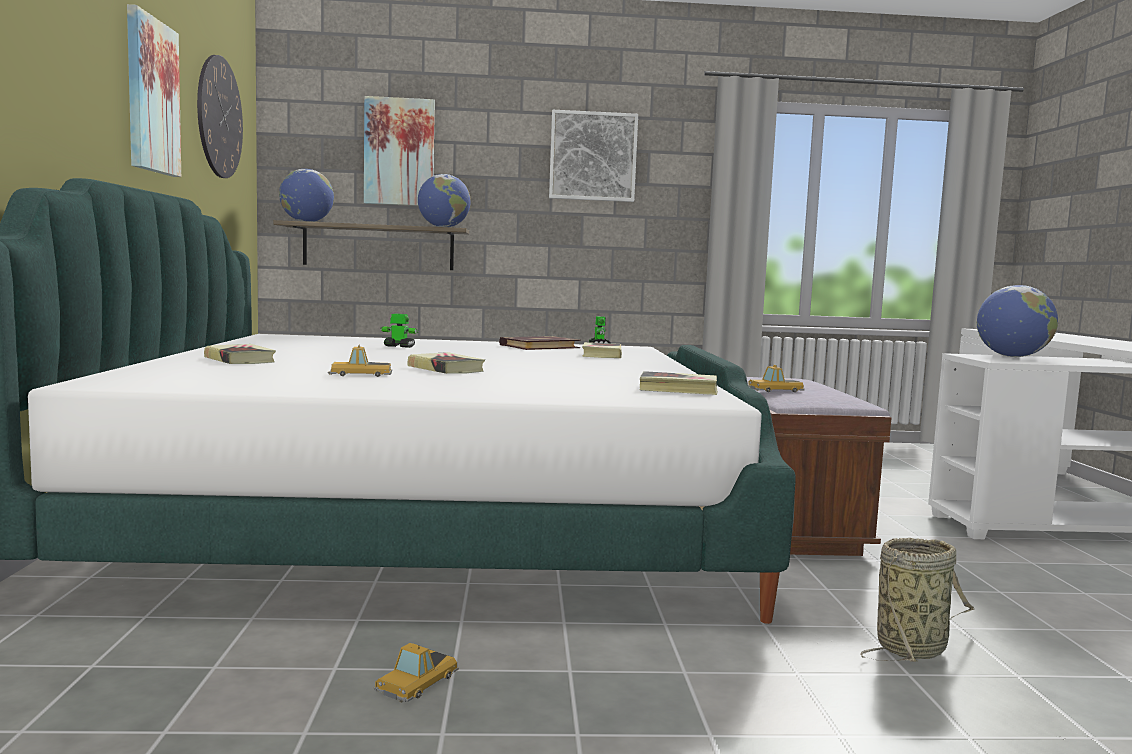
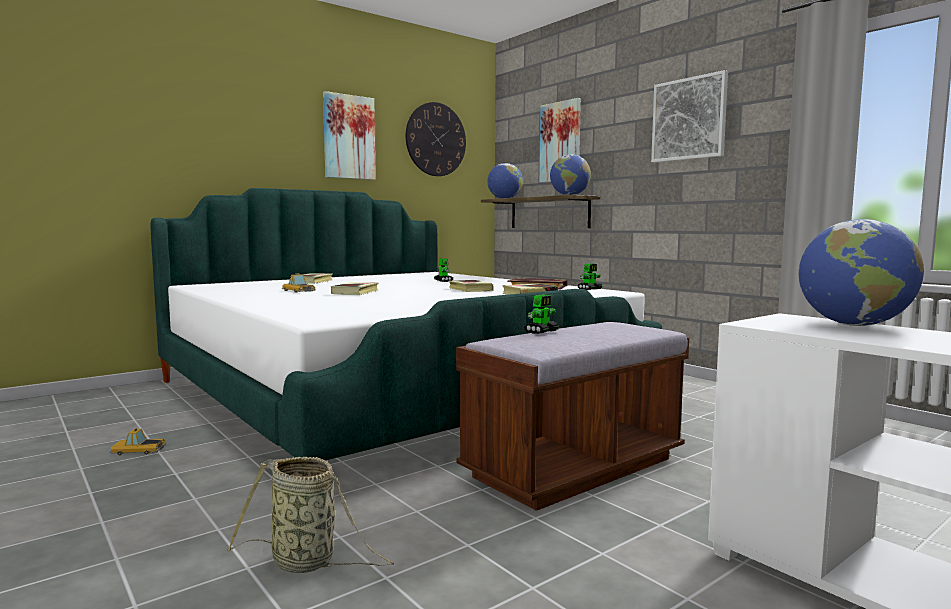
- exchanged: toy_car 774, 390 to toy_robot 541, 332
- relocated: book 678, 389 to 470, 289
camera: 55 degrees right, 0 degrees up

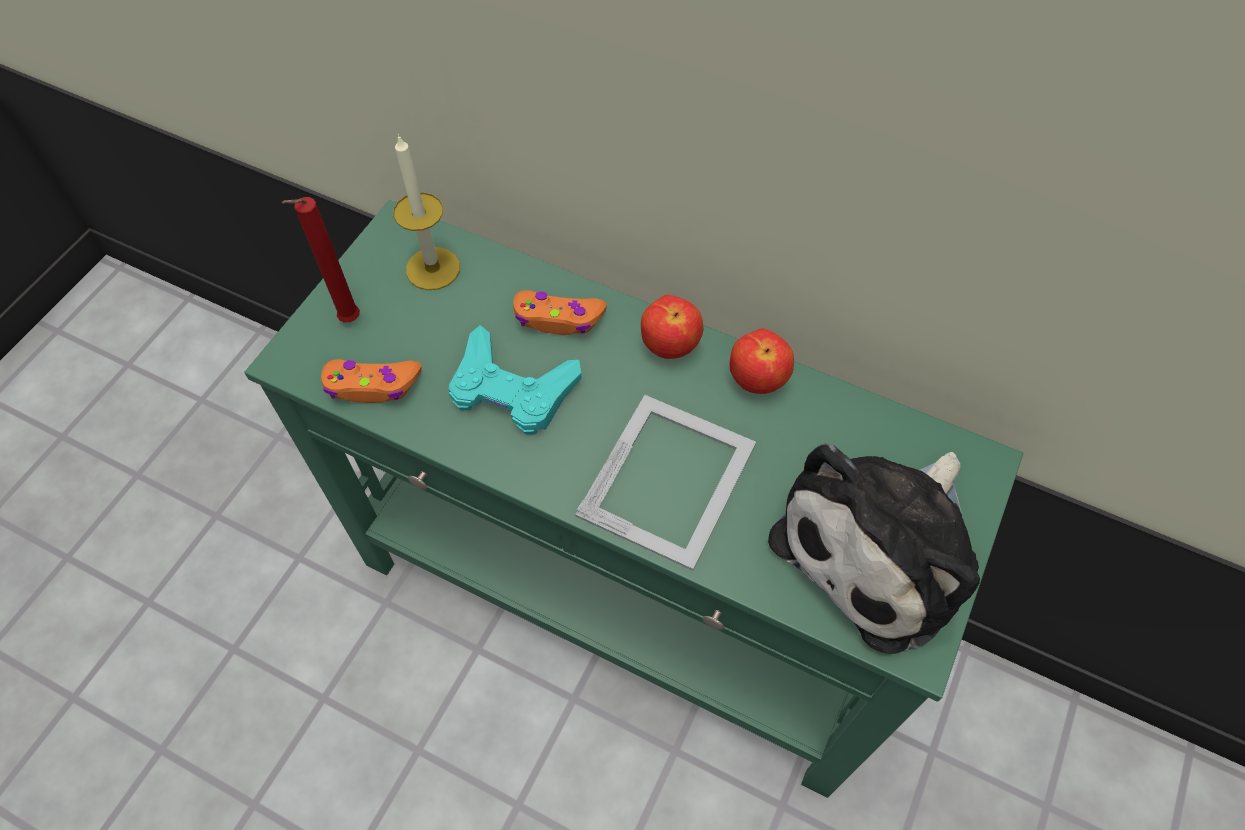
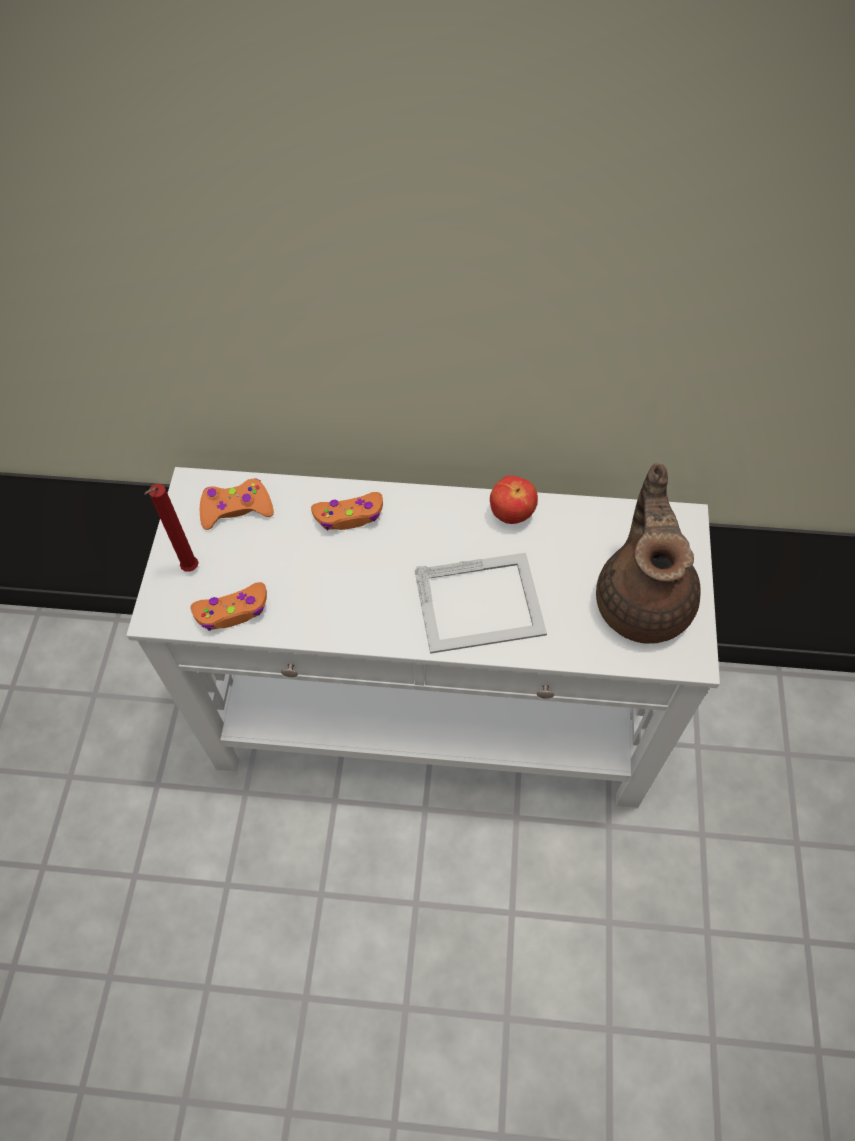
- exchanged: candle 433, 268 to orange_game_controller 236, 509
- colour: green_console_table 625, 599 to white_console_table 433, 720
- missing: apple 670, 347
- missing: turquoise_game_controller 512, 389
- spun: picture_frame 670, 478 = 481, 603 75 degrees clockwise
- exchanged: plush_toy 883, 547 to brown_teapot 643, 599
camera: 20 degrees left, 0 degrees up

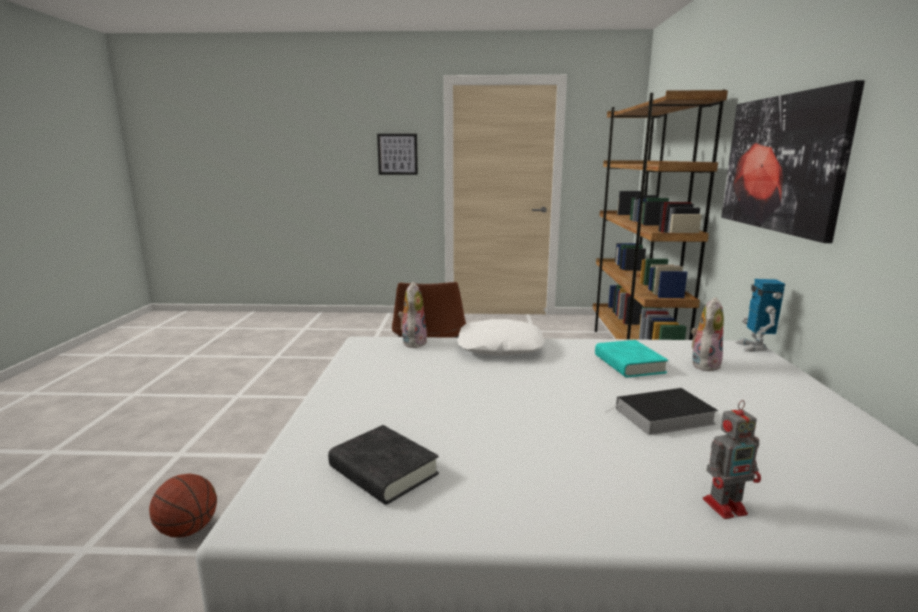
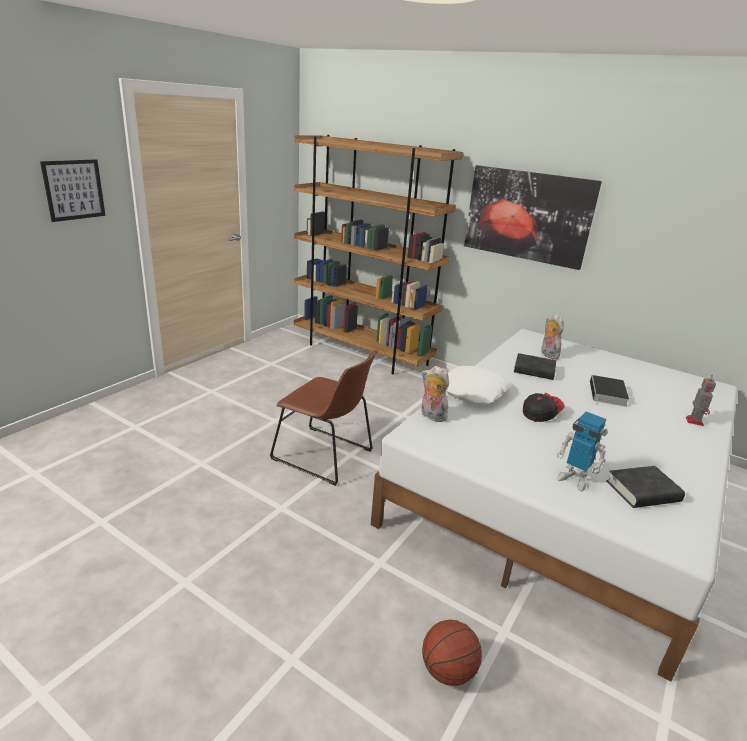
- relocated: toy_robot 754, 347 to 574, 479
- colour: turquoise_book 629, 364 to black_book 534, 370
- appeared: cap 540, 414
camera: 60 degrees left, 10 degrees up

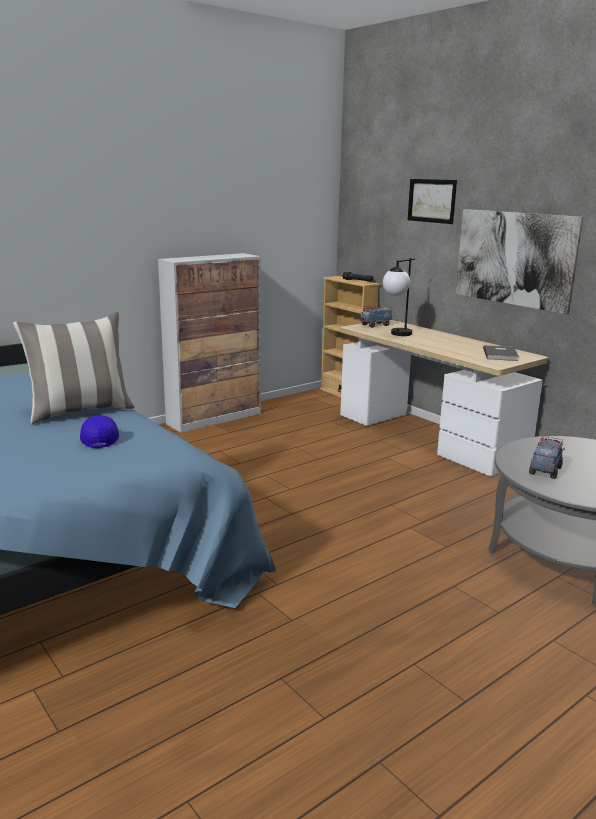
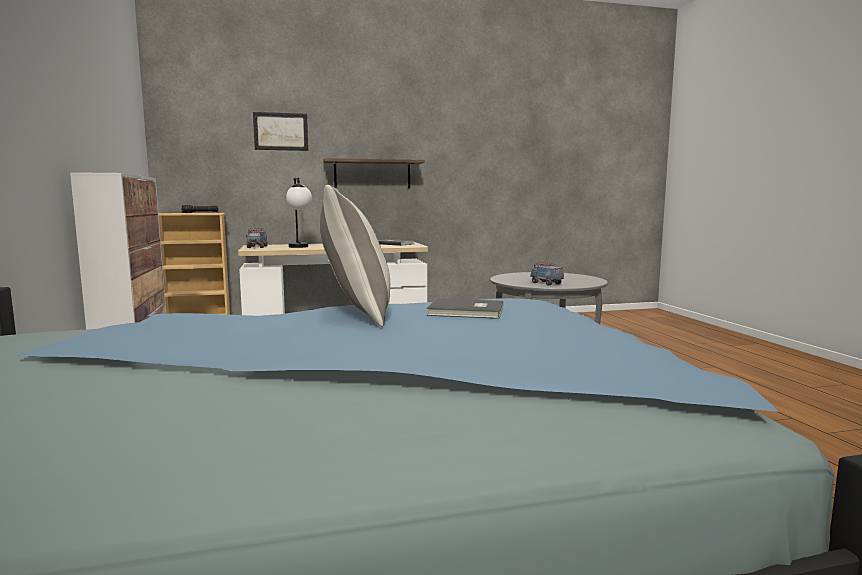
- exchanged: picture 514, 258 to shelf 372, 174
- exchanged: blue_cap 100, 439 to grey_book 467, 312
camera: 65 degrees left, 10 degrees down

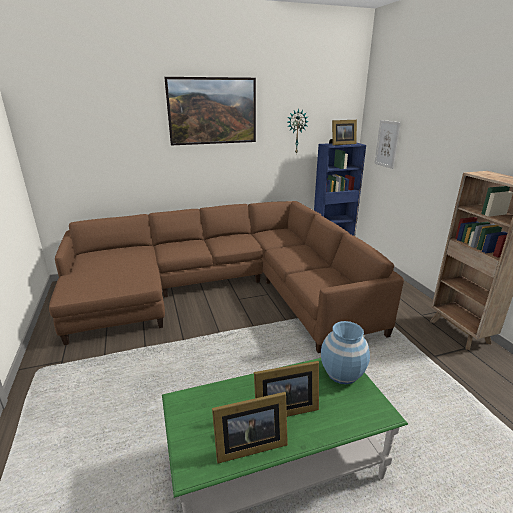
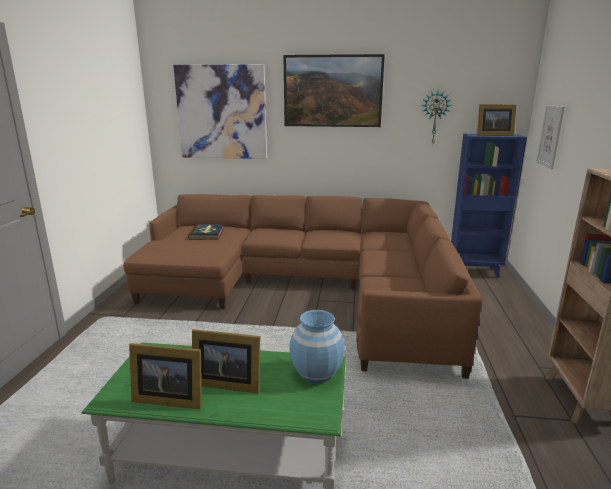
- appeared: picture 222, 112
- appeared: book 207, 234
camera: 25 degrees right, 5 degrees down

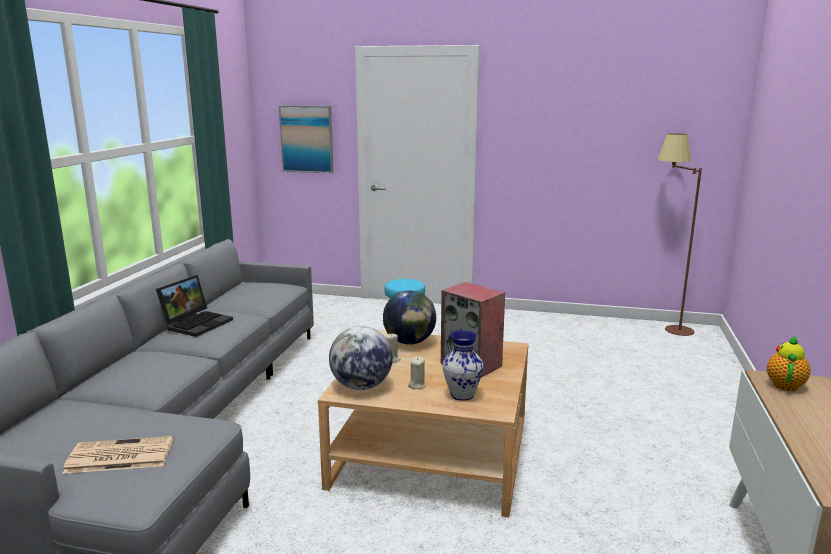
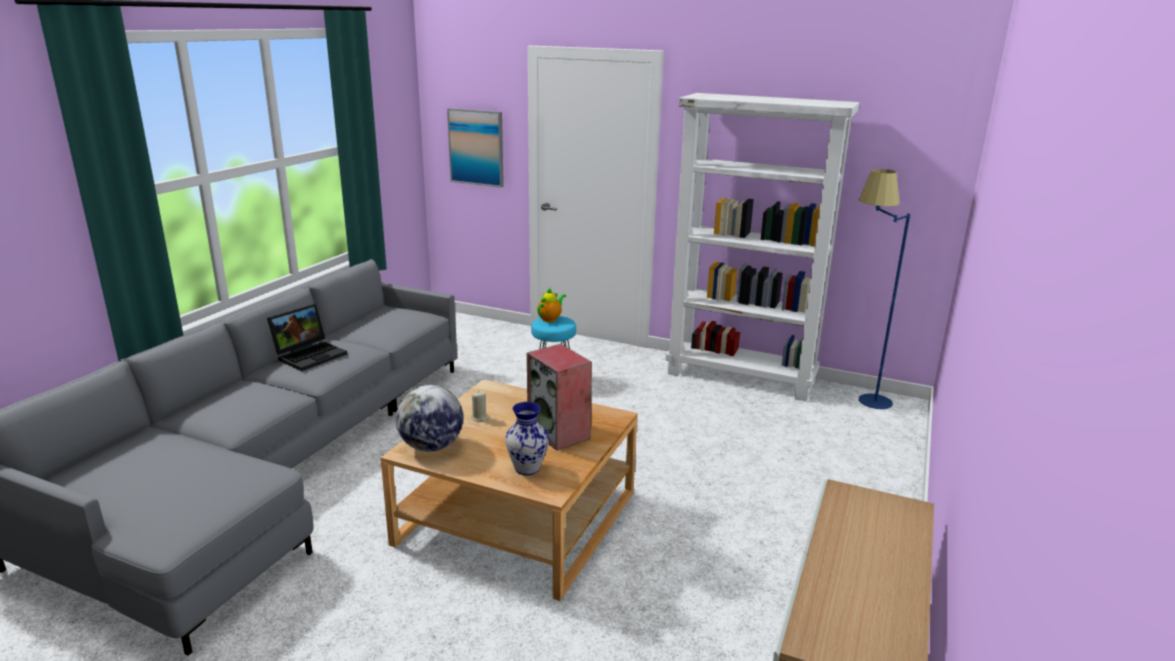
- colour: brown_floor_lamp 666, 329 to blue_floor_lamp 859, 398
- missing: globe 409, 342
- relocated: teapot 785, 384 to 550, 319
- missing: beige_candle 417, 385
- missing: newspaper 118, 456
- appeared: white_bookcase 741, 378
camera: 10 degrees right, 5 degrees up

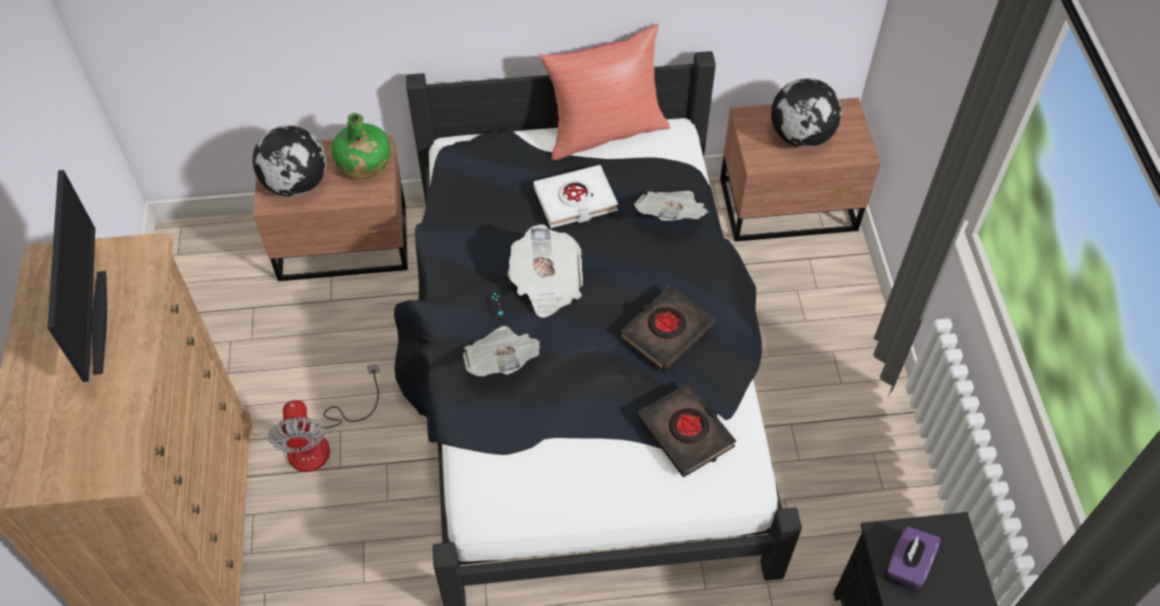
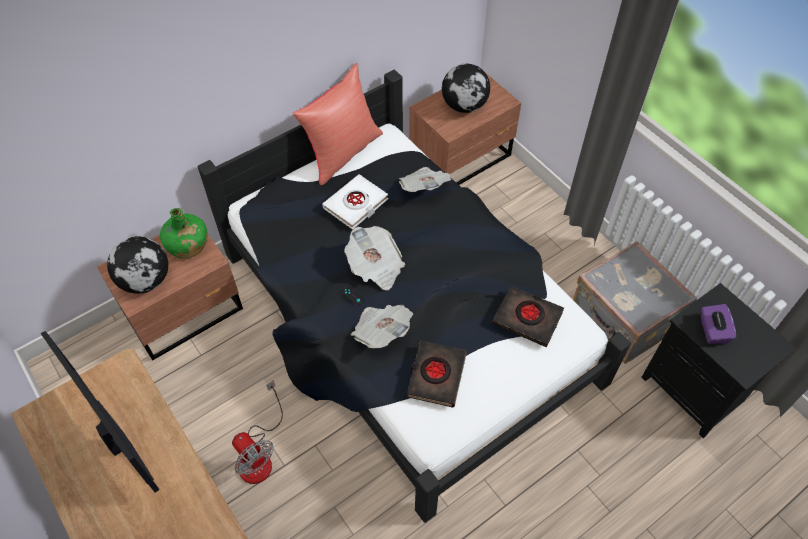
- relocated: black_book 666, 331 to 436, 375
- appeared: grey_suitcase 622, 320
camera: 30 degrees left, 0 degrees up

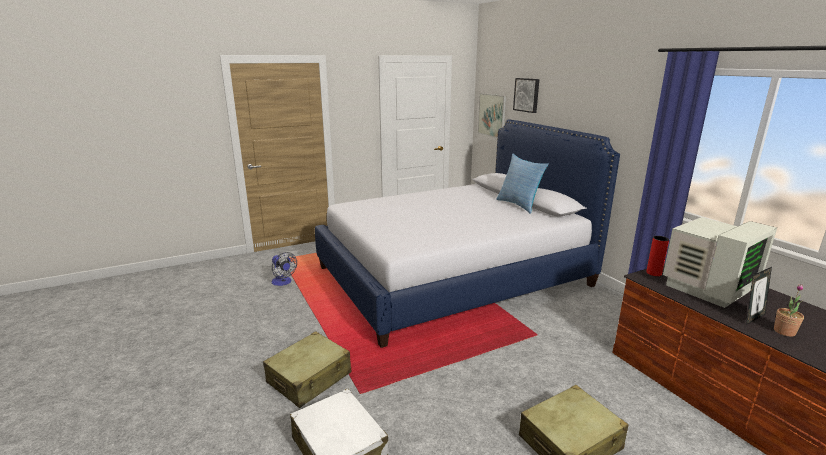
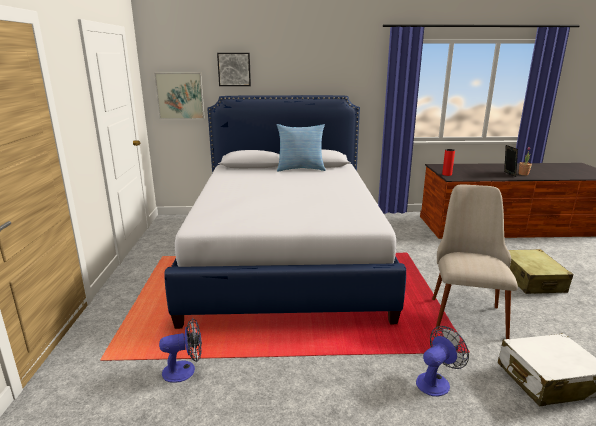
- missing: monitor 706, 288
- exchanged: beige_suitcase 309, 378 to fan 436, 381
- appeared: beige_chair 465, 310
camera: 65 degrees left, 0 degrees up

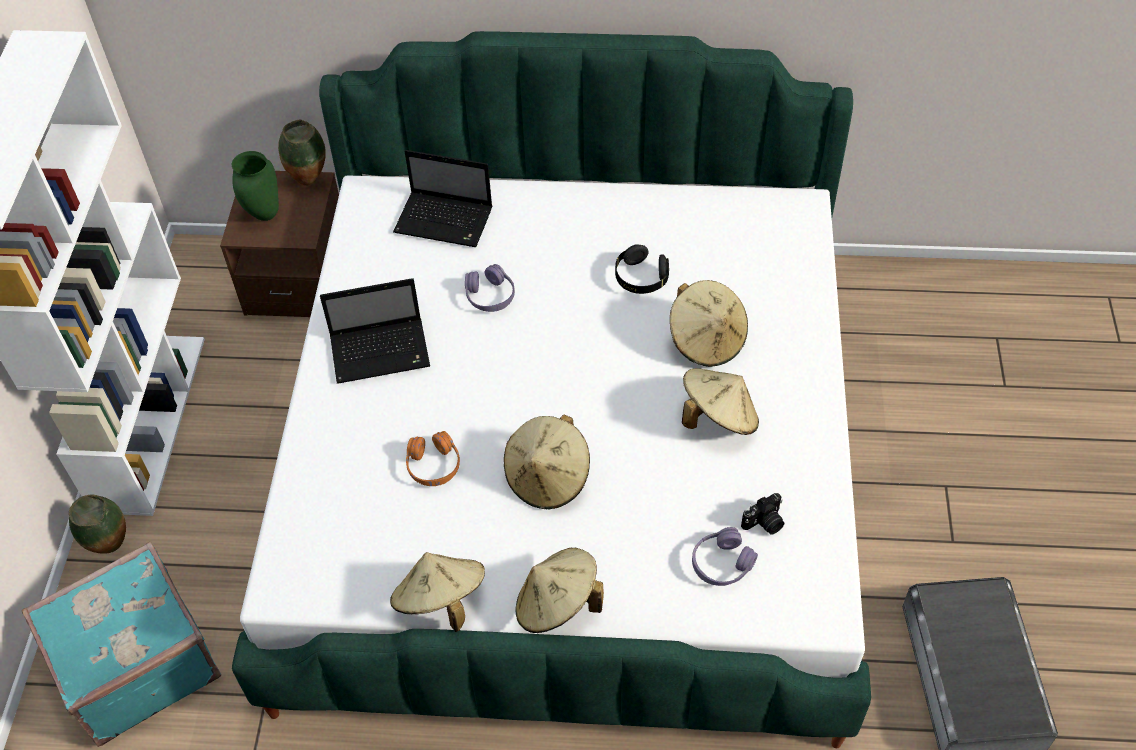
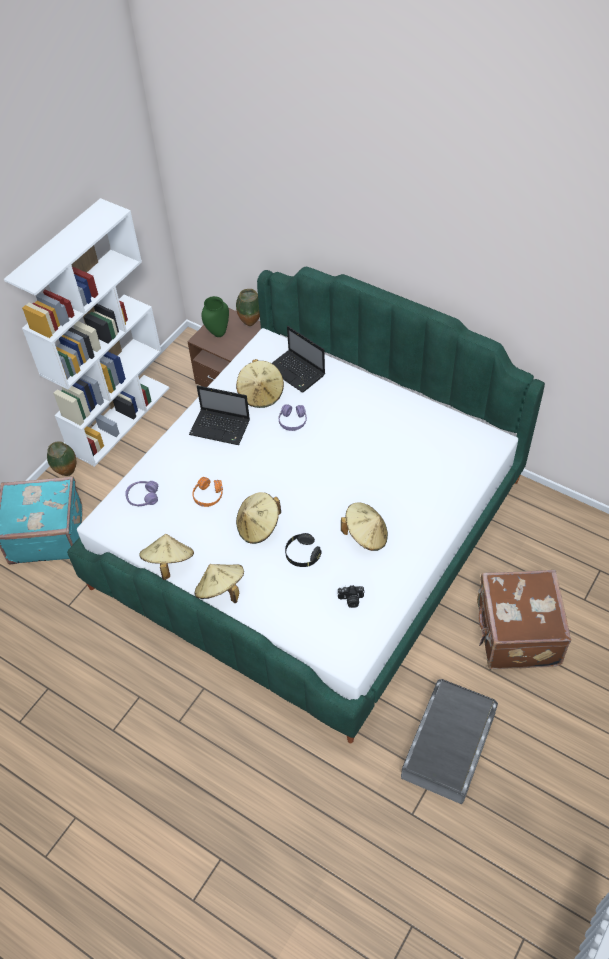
- relocated: black_headphones 641, 278 to 302, 555
- relocated: beige_hat 707, 340 to 261, 394
- relocated: purple_headphones 721, 564 to 143, 497
- appeared: brown_suitcase 515, 634
camera: 30 degrees right, 0 degrees up

